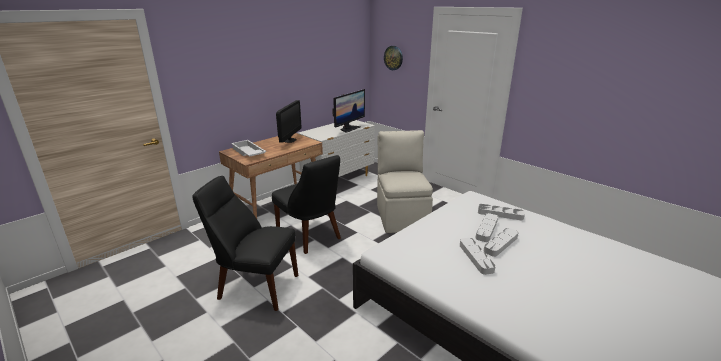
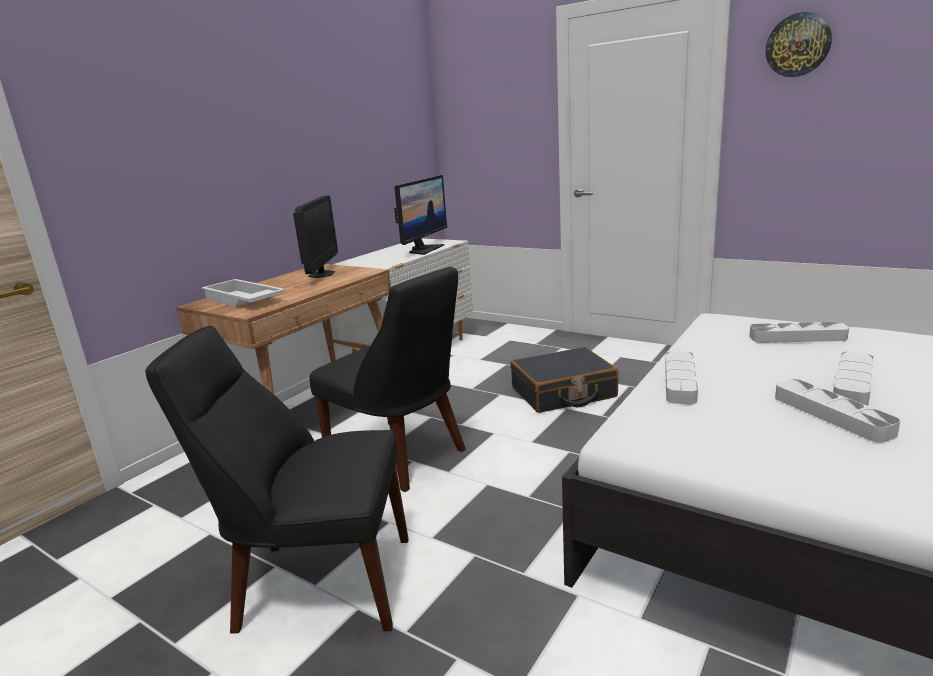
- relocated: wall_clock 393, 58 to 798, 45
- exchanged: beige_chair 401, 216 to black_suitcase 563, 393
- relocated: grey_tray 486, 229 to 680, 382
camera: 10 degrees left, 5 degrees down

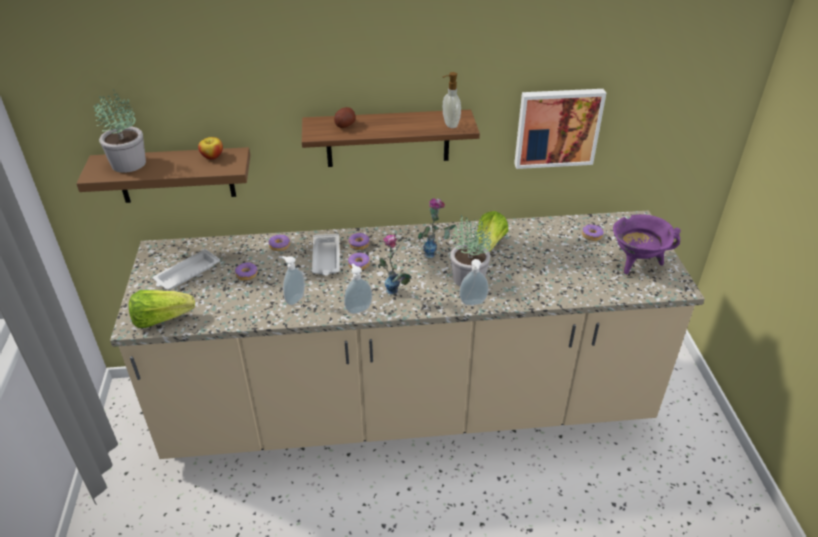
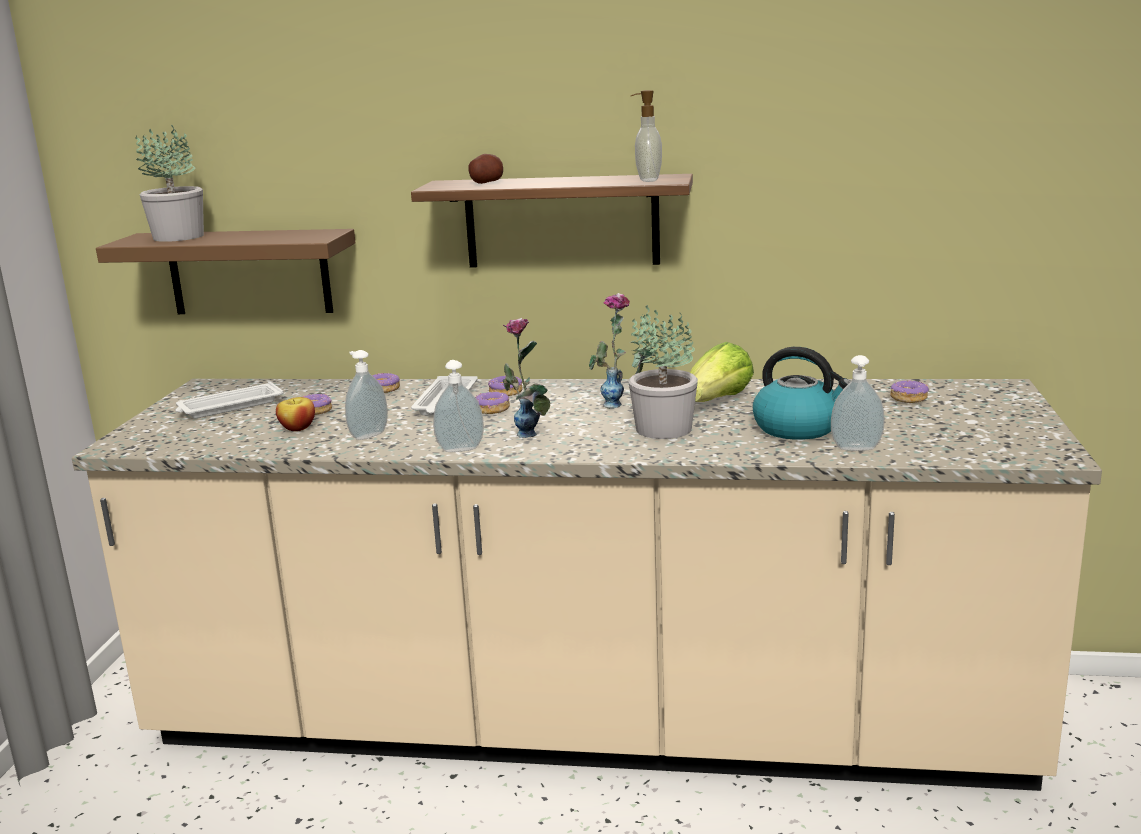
- missing: picture 557, 127
- relocated: apple 212, 156 to 298, 428
- missing: purple_cooking_pot 636, 263
- relocated: soap_dispenser 473, 303 to 856, 449
- missing: lettuce 161, 319
- appeared: kettle 798, 428
camera: 15 degrees right, 20 degrees down

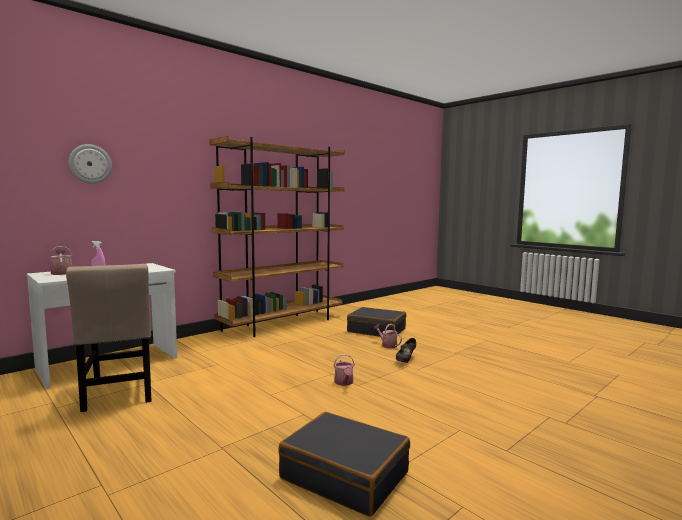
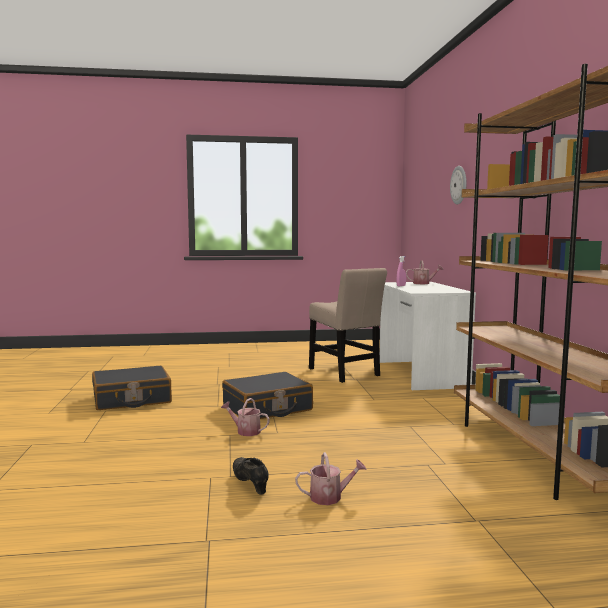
- spun: beige_chair 119, 393 = 345, 373 135 degrees counterclockwise
- relocated: black_suitcase 376, 330 to 267, 408
camera: 125 degrees right, 0 degrees up

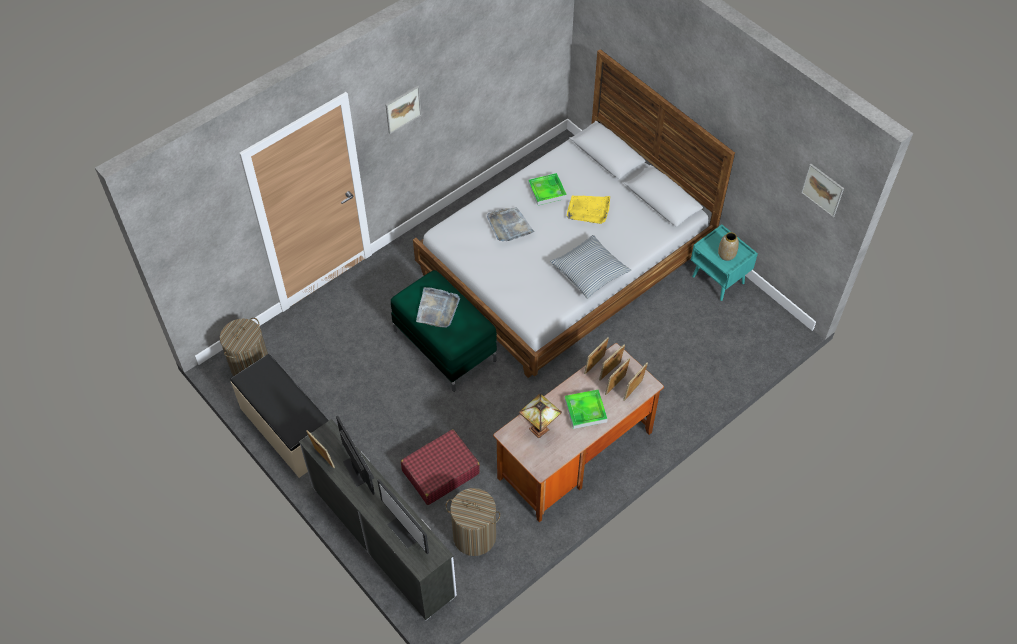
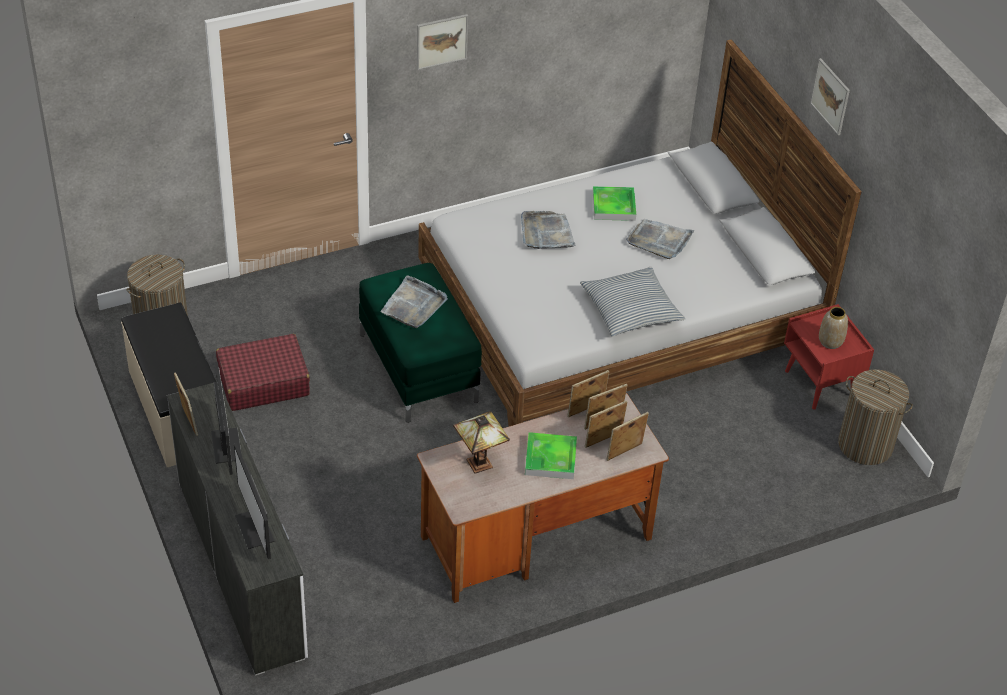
- relocated: picture 822, 190 to 830, 96
- colour: yellow_tray 588, 210 to grey_tray 659, 240
- colour: turquoise_nightstand 719, 280 to red_nightstand 820, 384
- relocated: red_suitcase 440, 472 to 263, 382
- relocated: laundry_basket 474, 536 to 865, 445
camera: 15 degrees right, 10 degrees down

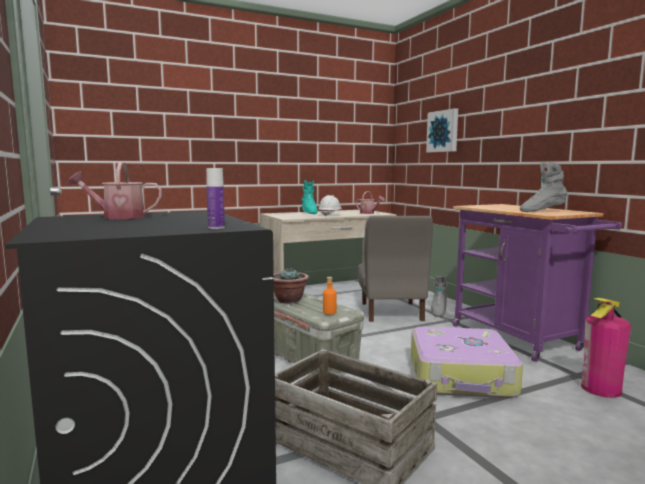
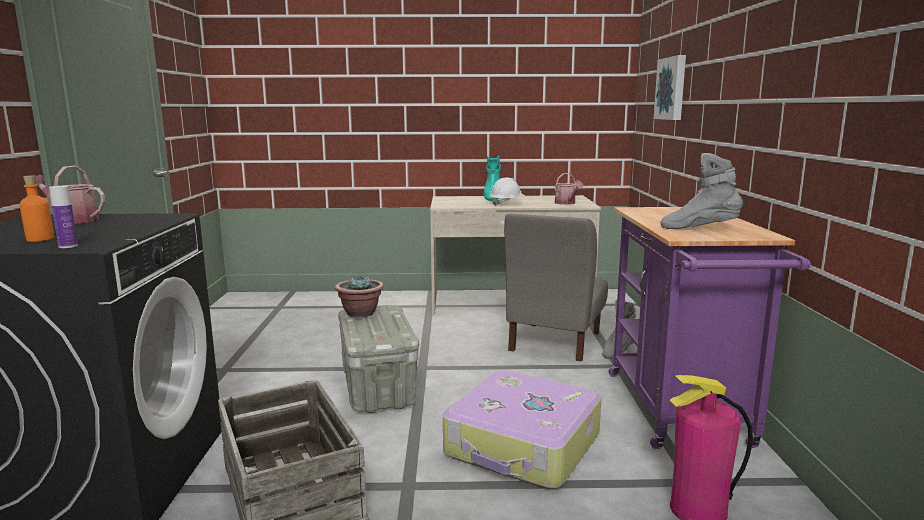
- relocated: orange_bottle 329, 312 to 40, 239
camera: 25 degrees right, 5 degrees up

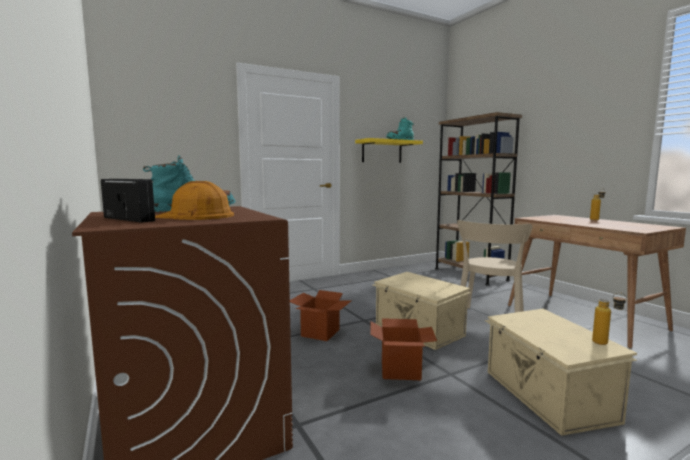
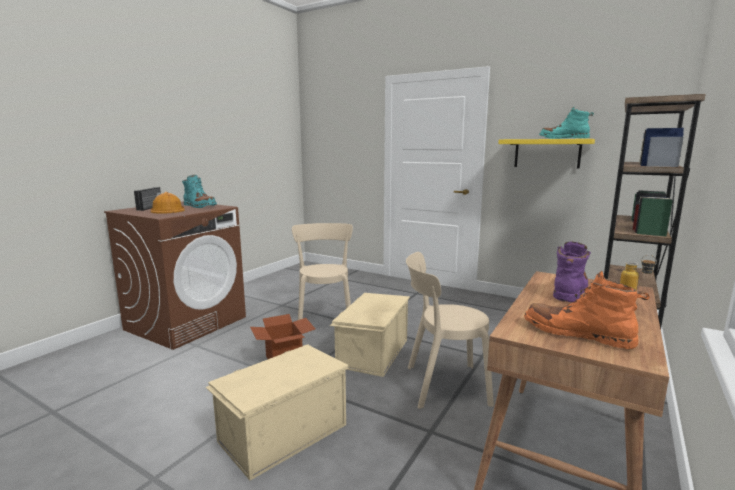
- exchanged: cardboard_box 320, 333 to beige_chair 325, 319
- missing: bottle 606, 343
- appeared: purple_boot 569, 291
- appeared: orange_boot 577, 334
camera: 60 degrees right, 5 degrees up

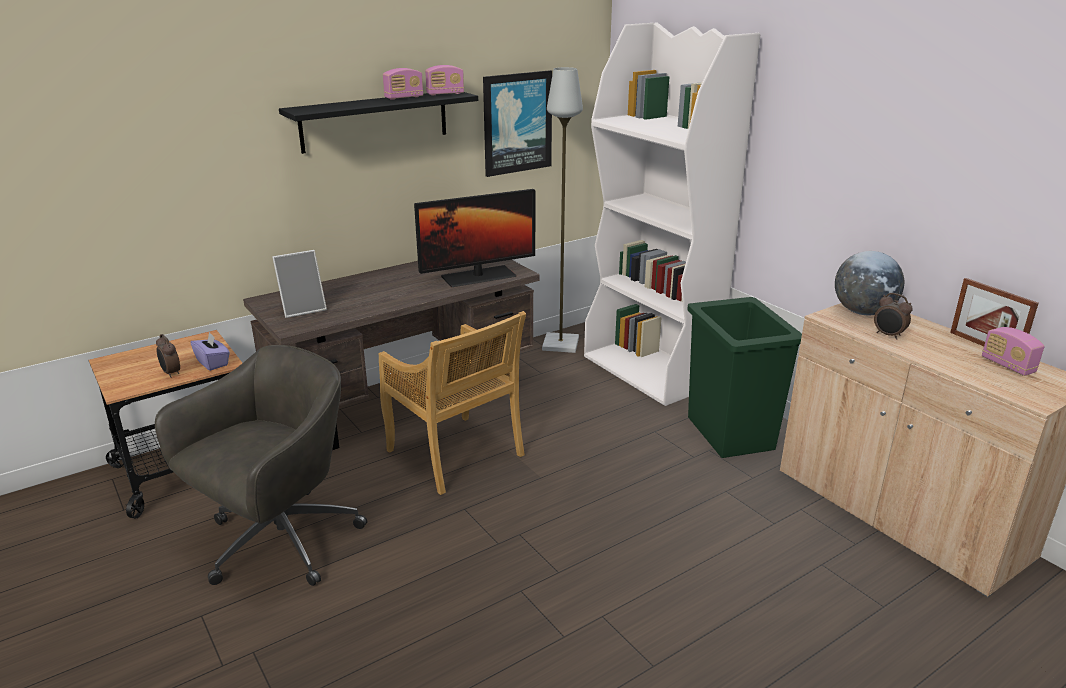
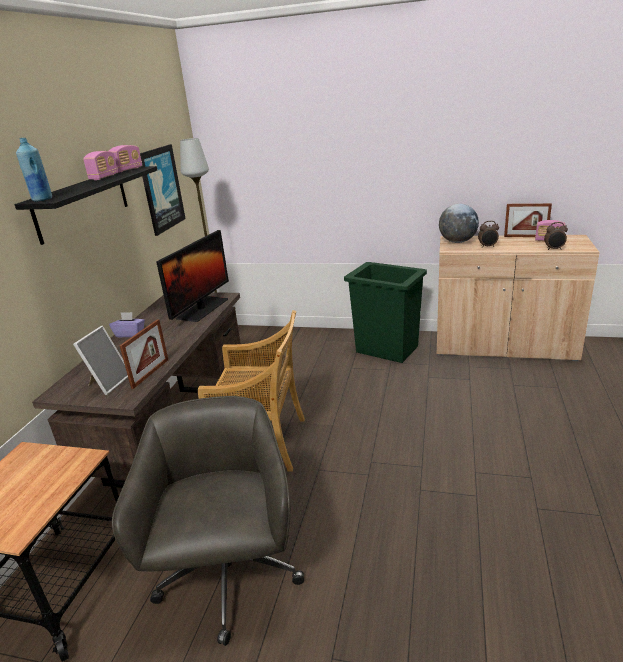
- missing: white_bookcase 651, 371
- relocated: purple_tissue_box 213, 362 to 130, 334
- relocated: alarm_clock 171, 373 to 554, 249
- appeared: blue_bottle 42, 199
- appeared: picture_frame 150, 373
camera: 40 degrees left, 0 degrees up

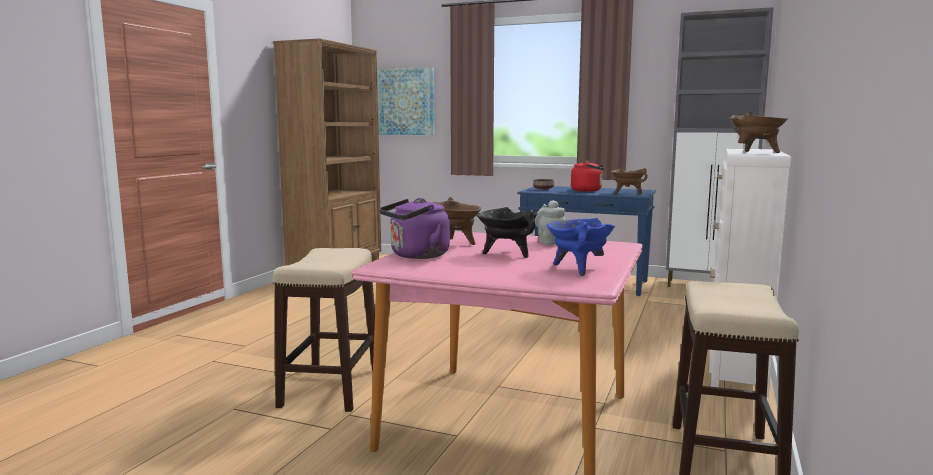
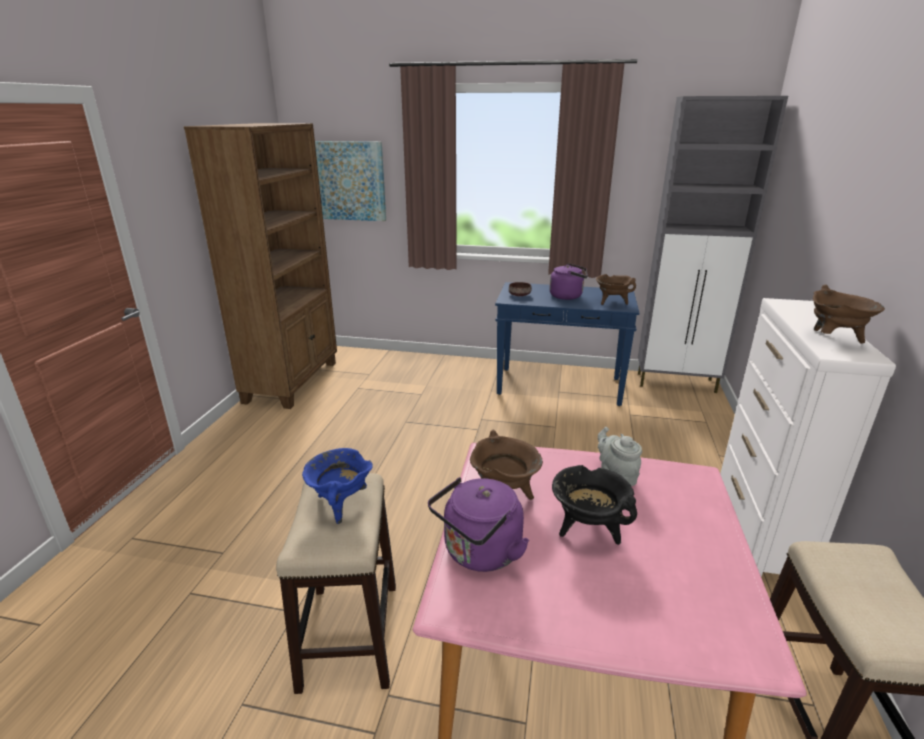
- colour: red_kettle 588, 190 to purple_kettle 568, 296
- relocated: blue_cooking_pot 578, 269 to 340, 504
camera: 10 degrees left, 15 degrees up

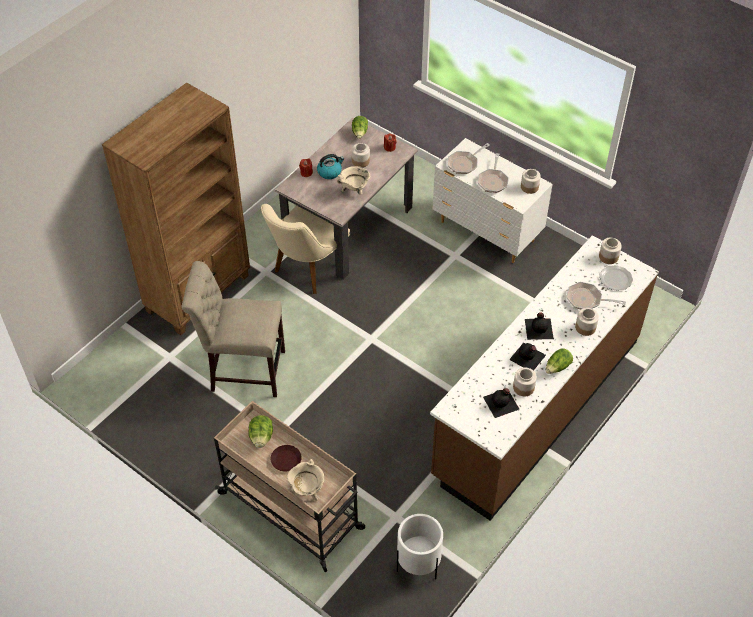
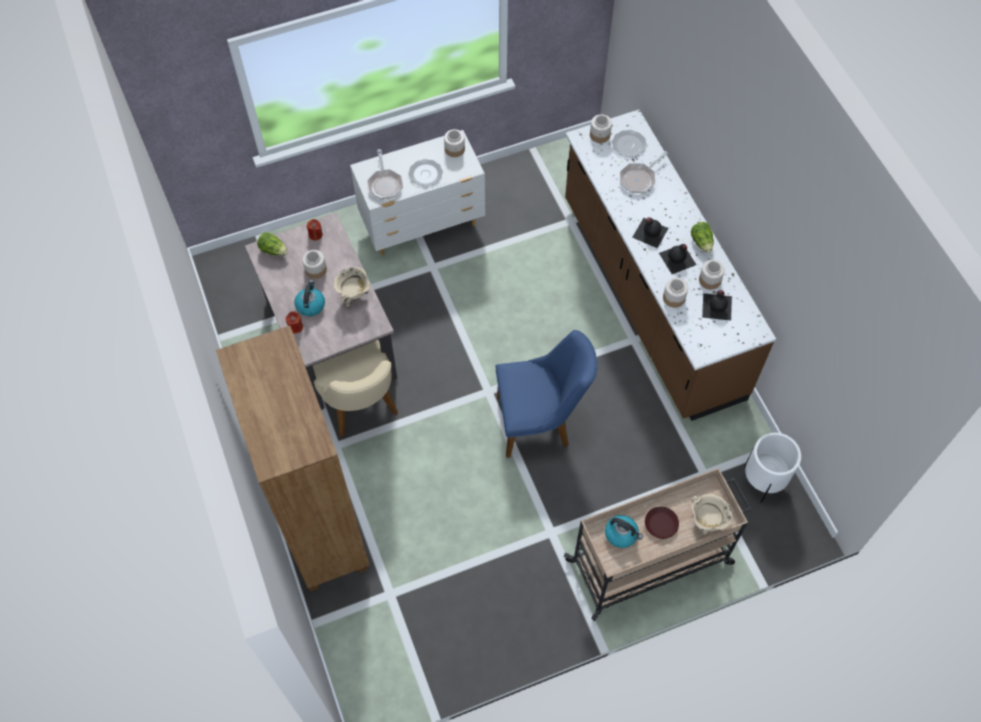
- exchanged: frying_pan 493, 181 to plate 425, 173
- missing: beige_chair 243, 370
- relocated: jar 585, 327 to 674, 298
- exchanged: lettuce 261, 437 to kettle 621, 534
- appeared: blue_chair 540, 421
camera: 60 degrees left, 10 degrees up

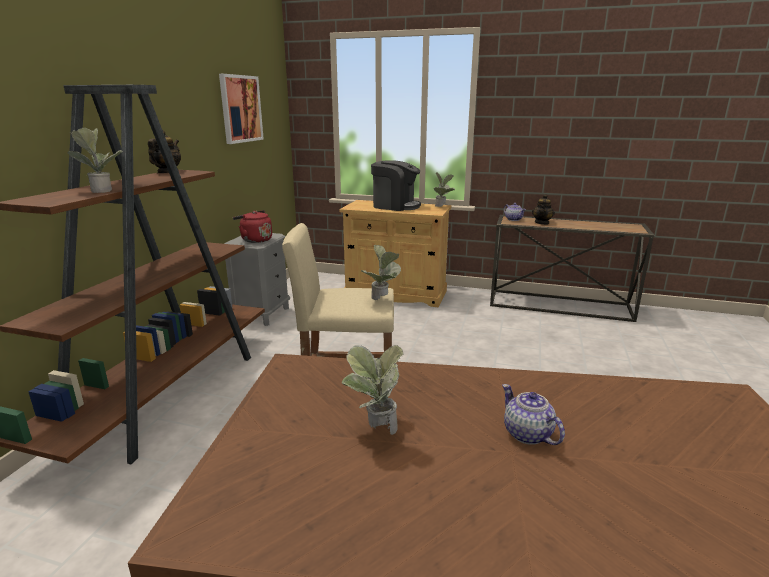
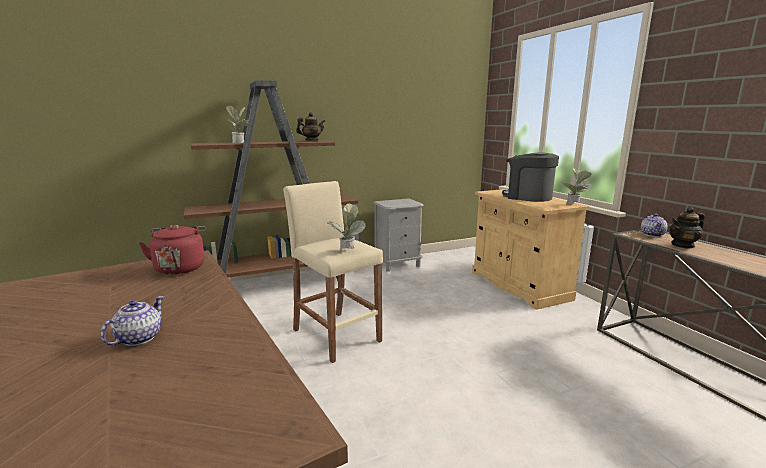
- missing: picture 240, 109
- spun: coffee_machine 395, 206 = 528, 197 150 degrees clockwise
- relocated: red_kettle 255, 240 to 180, 267
- missing: potted_plant 375, 429
camera: 50 degrees right, 5 degrees down

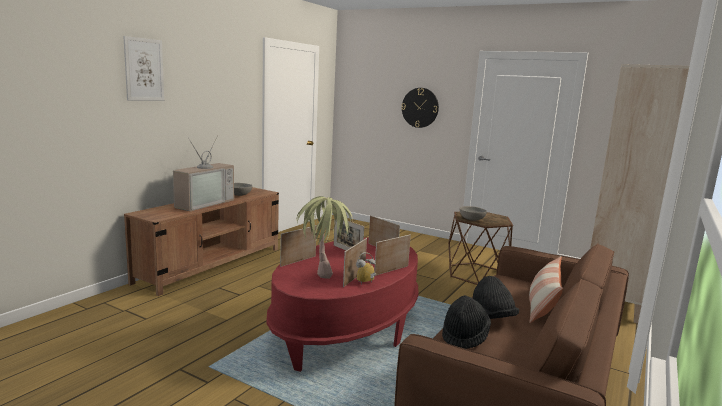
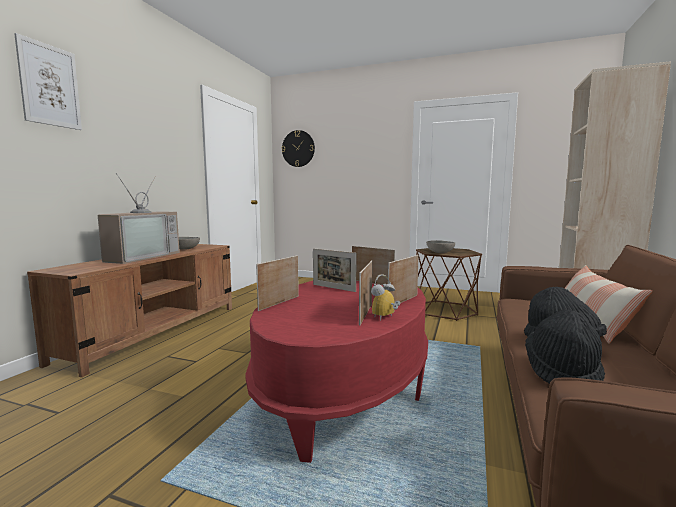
- relocated: wall_clock 420, 107 to 298, 148
- missing: potted_plant 323, 270
camera: 10 degrees left, 5 degrees down

